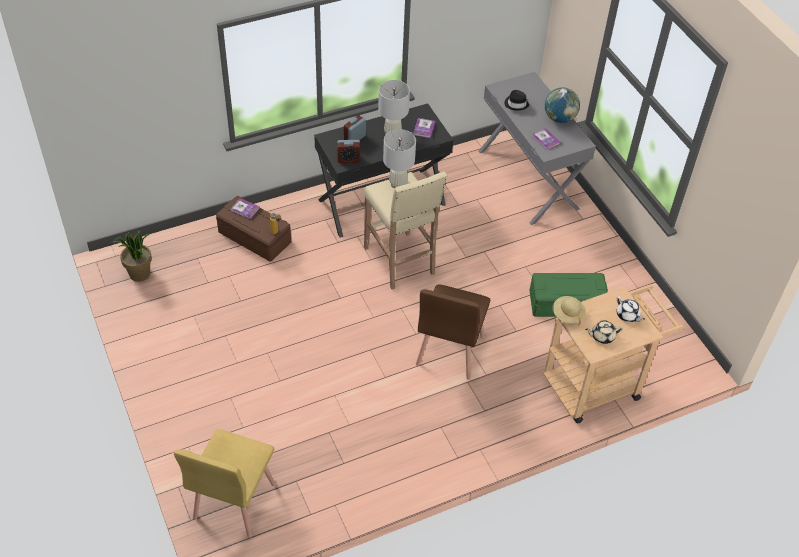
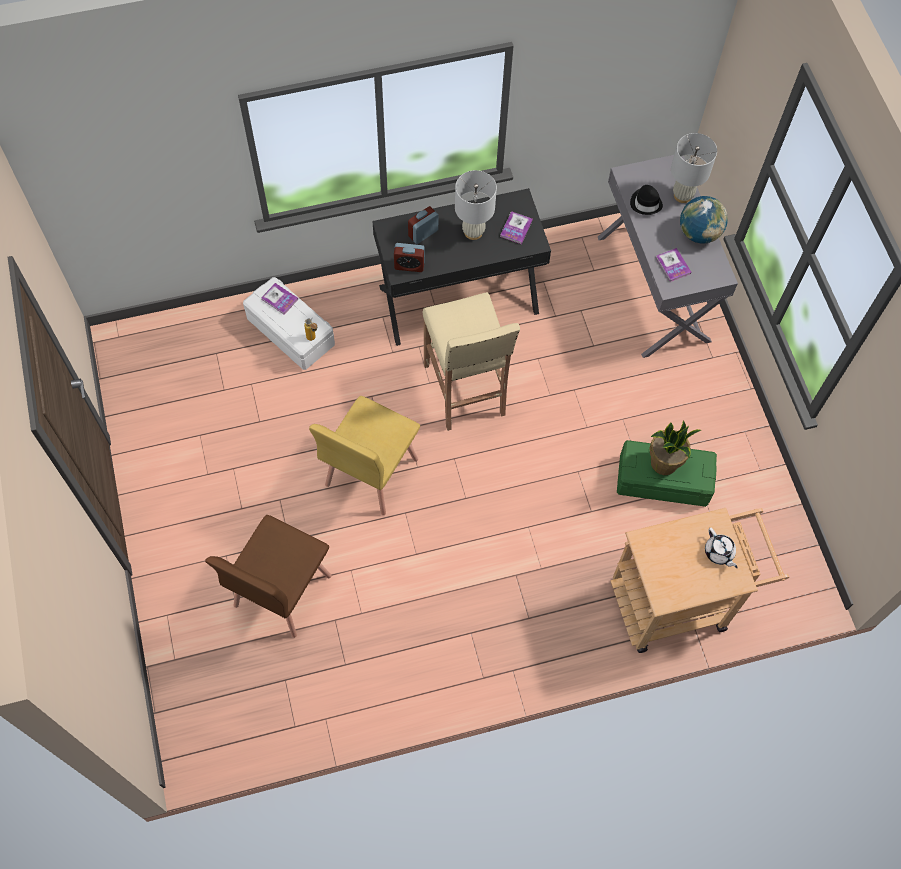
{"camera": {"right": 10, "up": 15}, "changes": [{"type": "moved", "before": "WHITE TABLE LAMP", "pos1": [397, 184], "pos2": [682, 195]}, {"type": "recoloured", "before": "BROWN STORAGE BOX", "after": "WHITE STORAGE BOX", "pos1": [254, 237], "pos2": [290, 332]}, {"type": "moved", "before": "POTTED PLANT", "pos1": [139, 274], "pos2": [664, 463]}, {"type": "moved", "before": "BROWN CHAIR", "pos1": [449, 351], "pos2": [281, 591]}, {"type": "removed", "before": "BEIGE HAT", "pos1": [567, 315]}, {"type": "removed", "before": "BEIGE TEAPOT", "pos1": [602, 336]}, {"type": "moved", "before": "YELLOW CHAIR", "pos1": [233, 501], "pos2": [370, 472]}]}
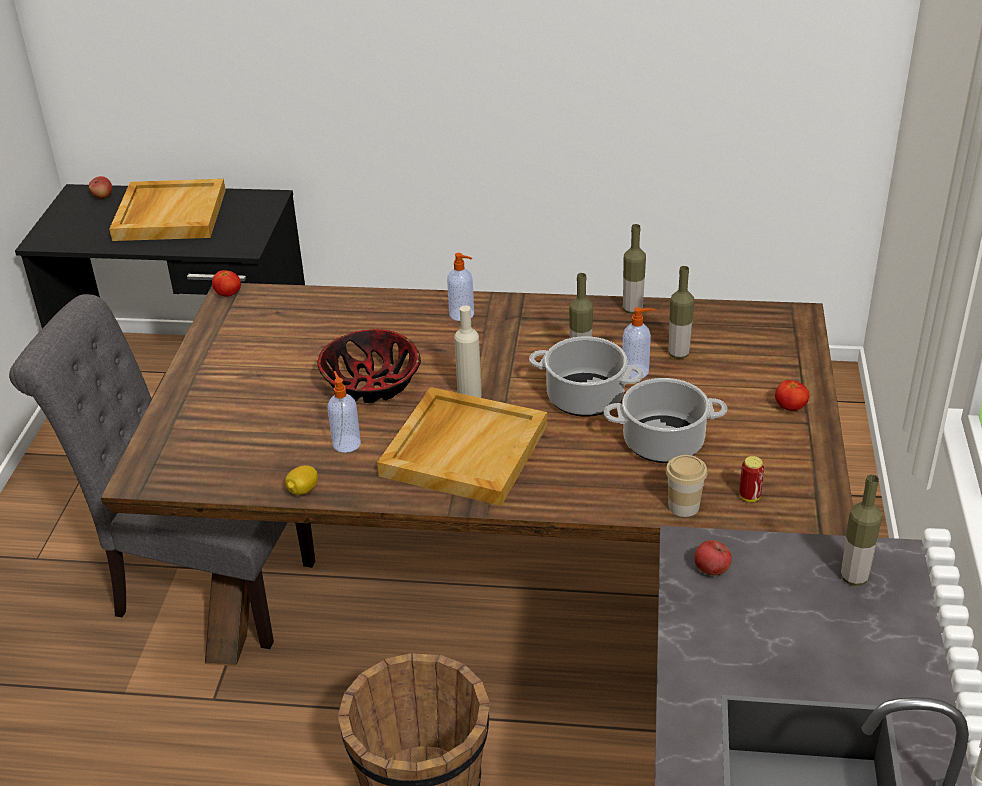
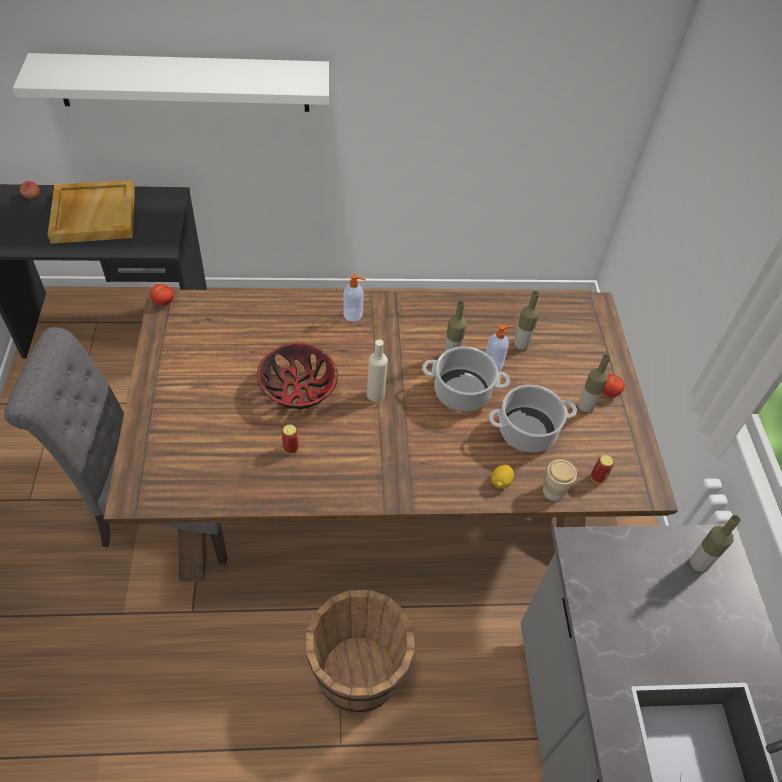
{"camera": {"right": -15, "up": 15}, "changes": [{"type": "moved", "before": "BOTTLE", "pos1": [632, 309], "pos2": [585, 407]}, {"type": "replaced", "before": "SOAP DISPENSER", "after": "CAN", "pos1": [346, 443], "pos2": [291, 448]}, {"type": "removed", "before": "BEIGE TRAY", "pos1": [464, 449]}, {"type": "moved", "before": "LEMON", "pos1": [303, 490], "pos2": [500, 482]}, {"type": "removed", "before": "APPLE", "pos1": [711, 570]}, {"type": "added", "after": "WHITE SHELF", "pos2": [184, 83]}]}
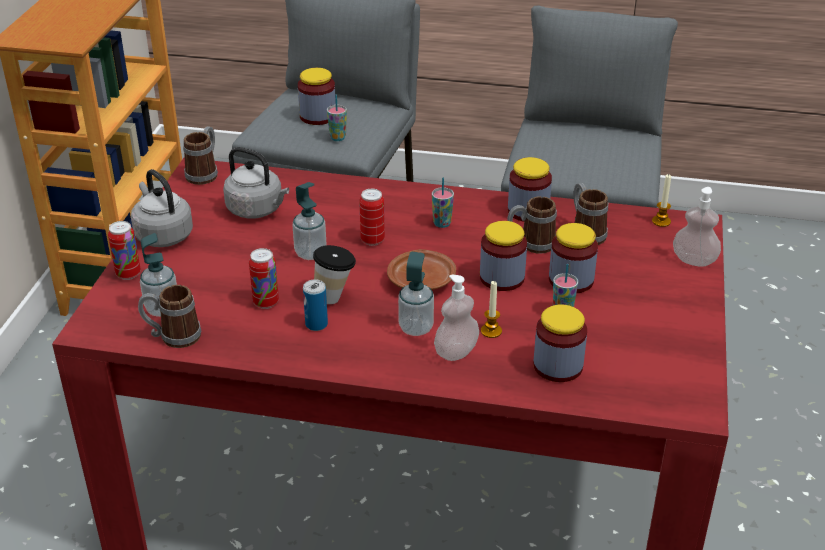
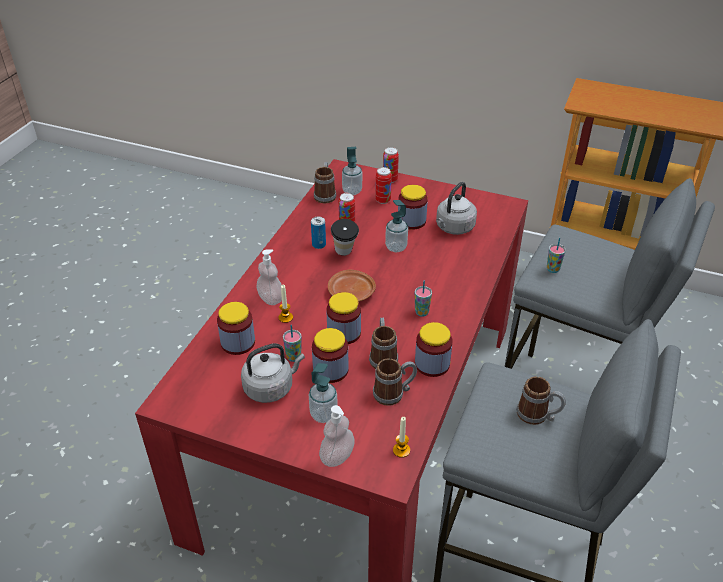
{"camera": {"right": 100, "up": 5}, "changes": [{"type": "moved", "before": "JAR", "pos1": [318, 116], "pos2": [411, 221]}, {"type": "moved", "before": "MUG", "pos1": [205, 173], "pos2": [538, 415]}, {"type": "moved", "before": "GREY KETTLE", "pos1": [162, 235], "pos2": [271, 387]}, {"type": "moved", "before": "CAN", "pos1": [372, 240], "pos2": [383, 200]}, {"type": "moved", "before": "SOAP DISPENSER", "pos1": [416, 328], "pos2": [323, 414]}]}
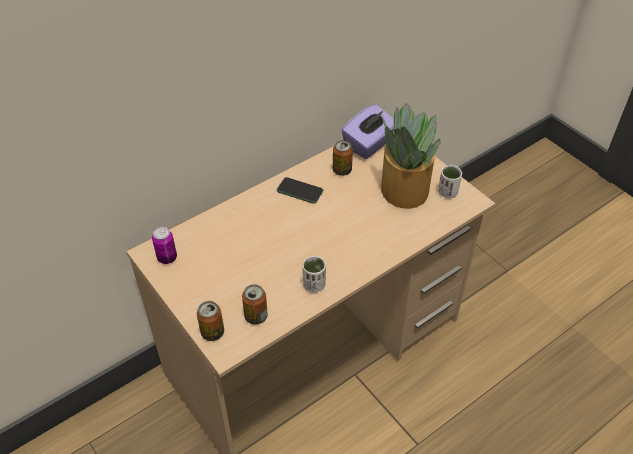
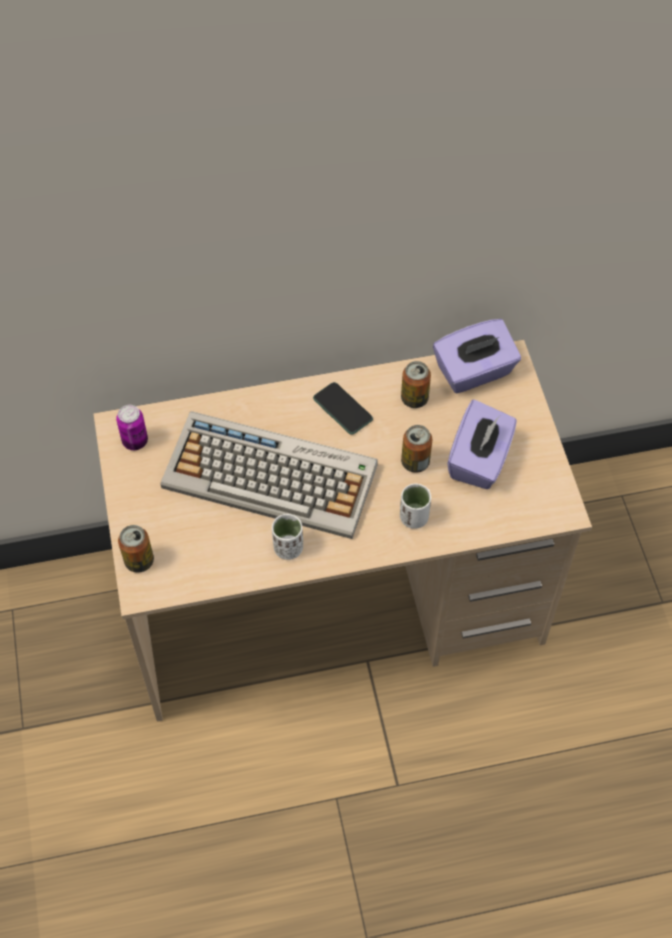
{"camera": {"right": 25, "up": 10}, "changes": [{"type": "replaced", "before": "POTTED PLANT", "after": "PURPLE TISSUE BOX", "pos1": [404, 190], "pos2": [479, 460]}, {"type": "moved", "before": "WHITE CUP", "pos1": [447, 193], "pos2": [414, 517]}, {"type": "moved", "before": "CAN", "pos1": [256, 316], "pos2": [415, 462]}, {"type": "added", "after": "KEYBOARD", "pos2": [272, 476]}]}
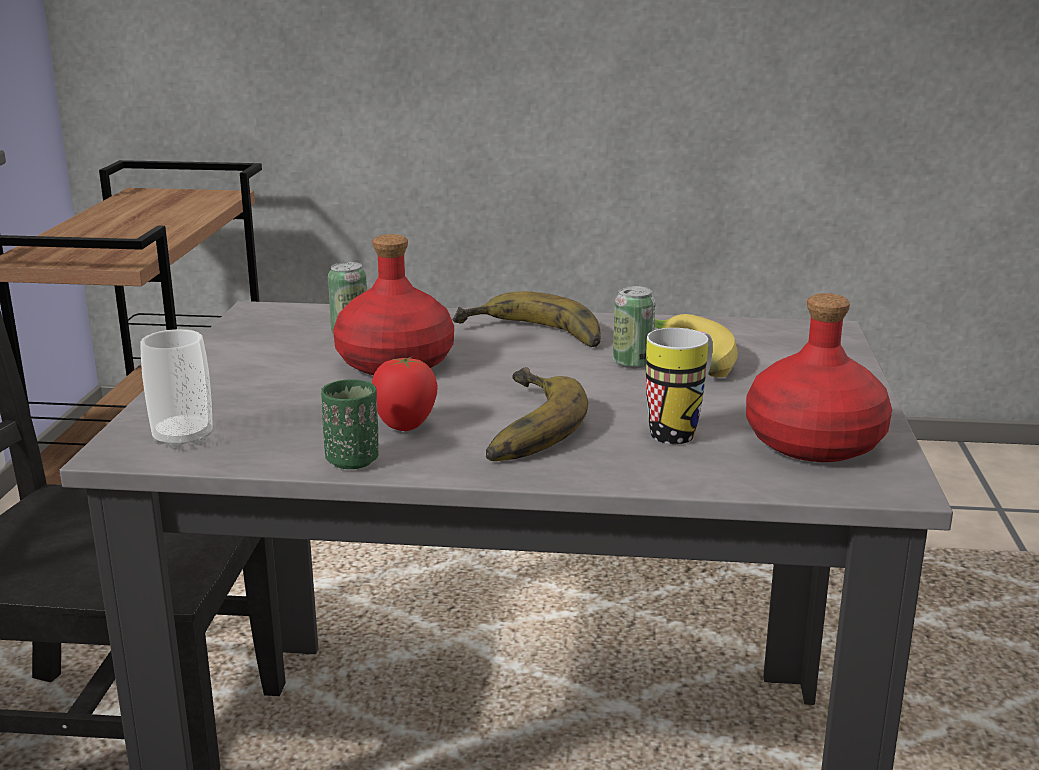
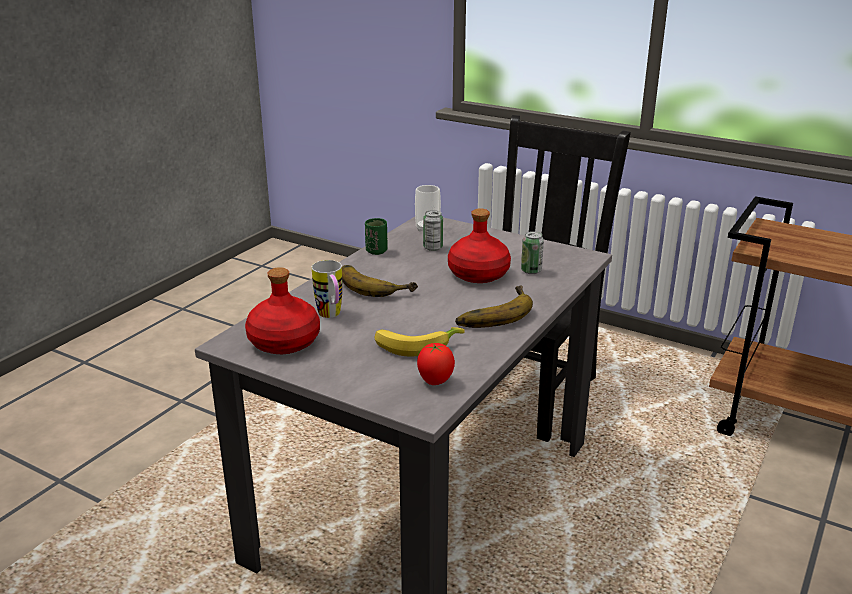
{"camera": {"right": 115, "up": 5}, "changes": [{"type": "moved", "before": "CAN", "pos1": [632, 363], "pos2": [433, 247]}, {"type": "moved", "before": "TOMATO", "pos1": [404, 427], "pos2": [435, 382]}]}
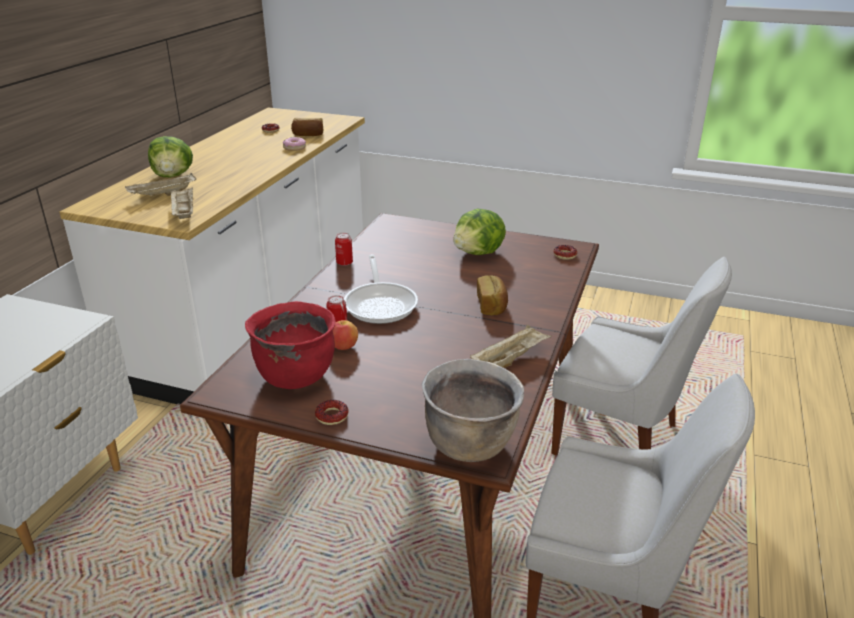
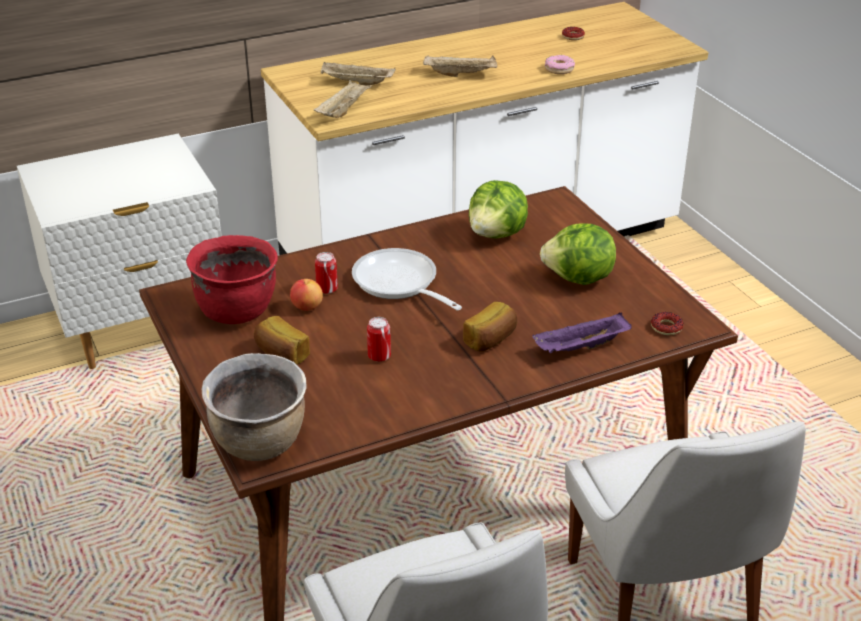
{"camera": {"right": 45, "up": 5}, "changes": [{"type": "moved", "before": "BREAD", "pos1": [308, 135], "pos2": [281, 354]}, {"type": "moved", "before": "LETTUCE", "pos1": [173, 176], "pos2": [497, 234]}, {"type": "moved", "before": "CAN", "pos1": [344, 263], "pos2": [379, 356]}, {"type": "turned", "before": "FRYING PAN", "pos1": [381, 304], "pos2": [399, 284], "turn": 105}, {"type": "moved", "before": "BEIGE TRAY", "pos1": [510, 359], "pos2": [461, 74]}, {"type": "removed", "before": "DONUT", "pos1": [332, 416]}, {"type": "added", "after": "PURPLE TRAY", "pos2": [581, 348]}]}
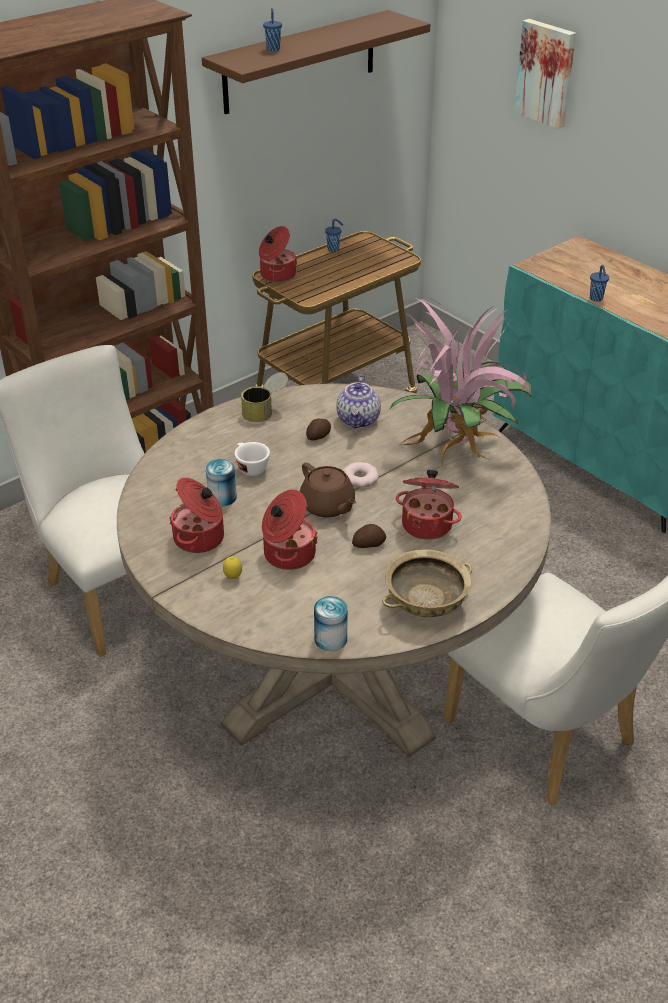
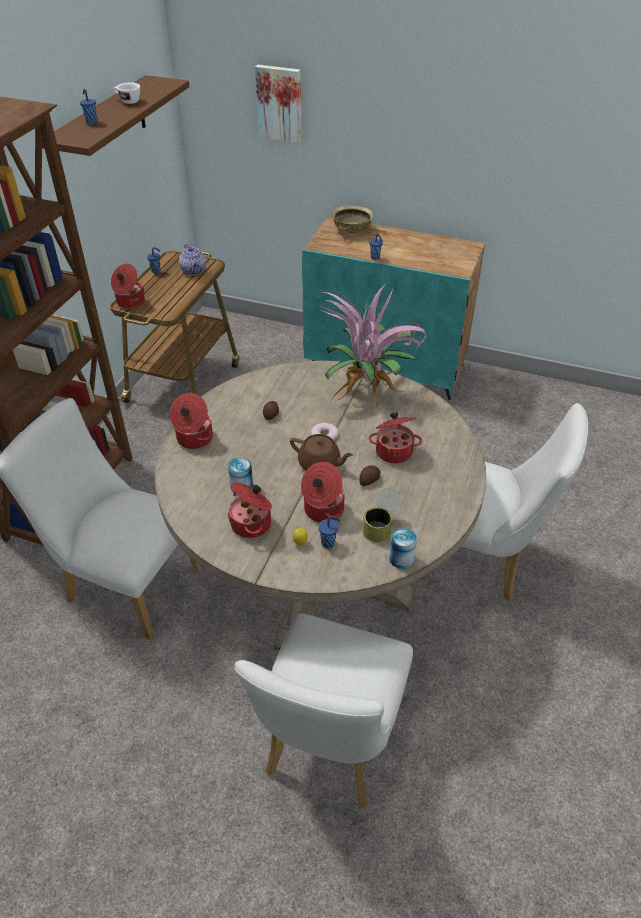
{"camera": {"right": -30, "up": 5}, "changes": [{"type": "moved", "before": "CAN", "pos1": [265, 411], "pos2": [380, 526]}, {"type": "moved", "before": "TEAPOT", "pos1": [359, 420], "pos2": [194, 270]}, {"type": "moved", "before": "WHITE CUP", "pos1": [250, 467], "pos2": [127, 101]}, {"type": "moved", "before": "BEIGE BOWL", "pos1": [426, 602], "pos2": [352, 230]}, {"type": "added", "after": "COOKING POT", "pos2": [193, 438]}, {"type": "added", "after": "BLUE CUP", "pos2": [329, 543]}, {"type": "added", "after": "WHITE CHAIR", "pos2": [329, 746]}]}
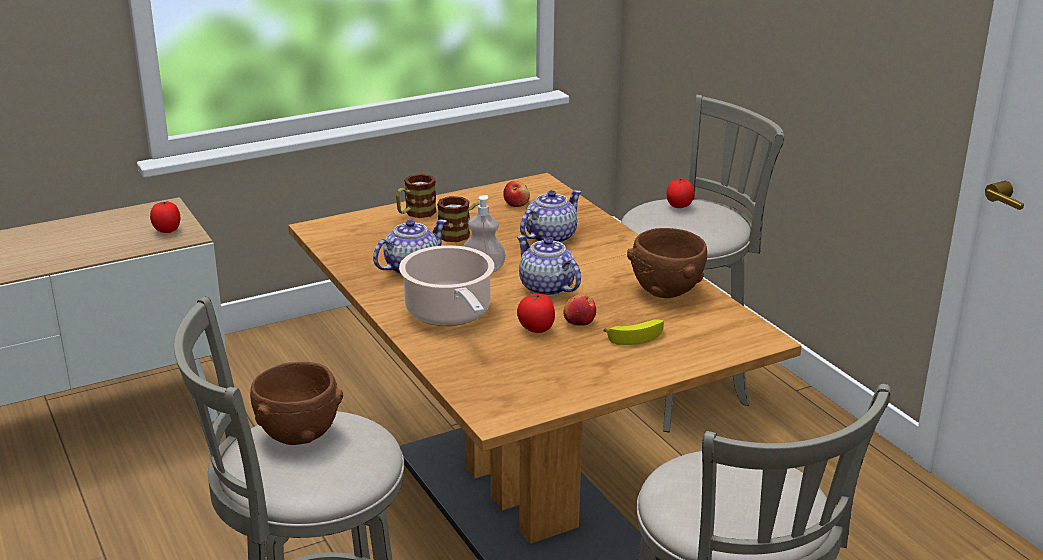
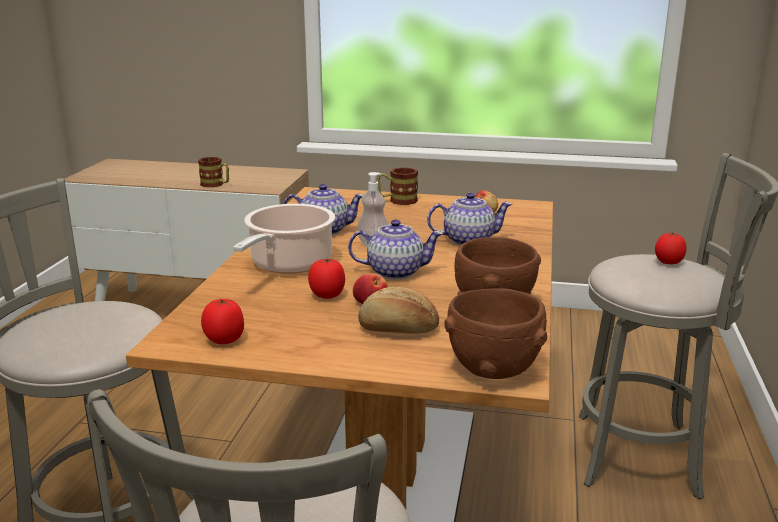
{"camera": {"right": 40, "up": -5}, "changes": [{"type": "moved", "before": "MUG", "pos1": [461, 234], "pos2": [216, 185]}, {"type": "moved", "before": "TOMATO", "pos1": [167, 230], "pos2": [224, 340]}, {"type": "turned", "before": "TEAPOT", "pos1": [547, 288], "pos2": [394, 272], "turn": 90}, {"type": "replaced", "before": "BANANA", "after": "BREAD", "pos1": [637, 336], "pos2": [398, 330]}, {"type": "moved", "before": "BROWN BOWL", "pos1": [299, 434], "pos2": [494, 369]}]}
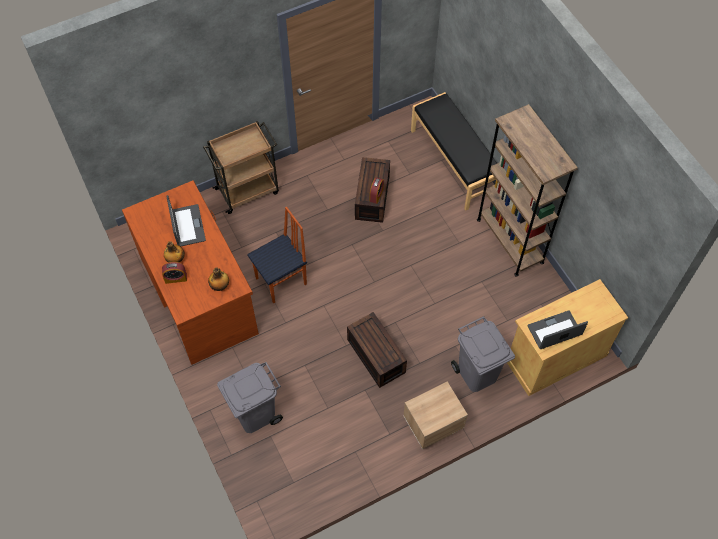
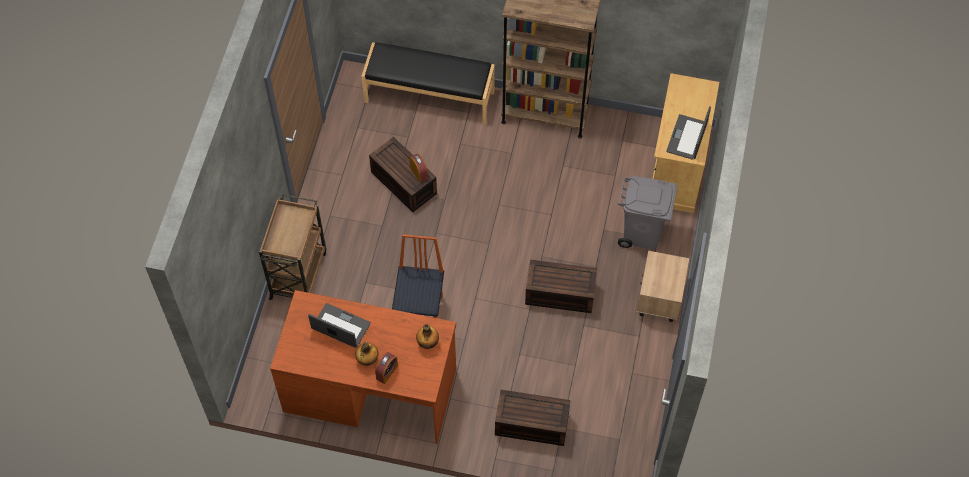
{"camera": {"right": -50, "up": 0}, "changes": [{"type": "replaced", "before": "GREY TRASH CAN", "after": "BROWN STORAGE BOX", "pos1": [255, 413], "pos2": [530, 425]}]}
